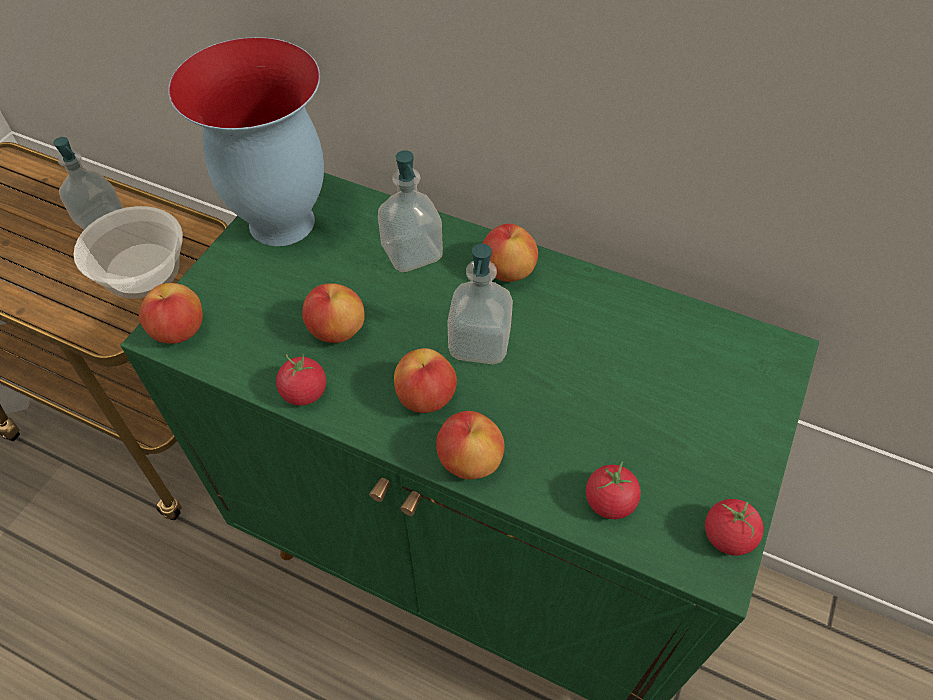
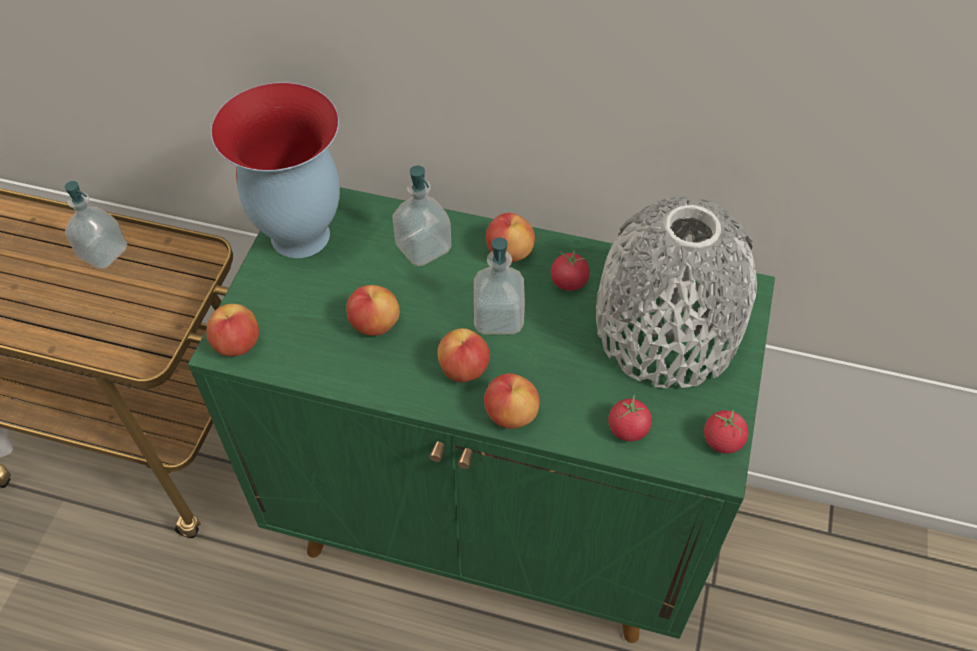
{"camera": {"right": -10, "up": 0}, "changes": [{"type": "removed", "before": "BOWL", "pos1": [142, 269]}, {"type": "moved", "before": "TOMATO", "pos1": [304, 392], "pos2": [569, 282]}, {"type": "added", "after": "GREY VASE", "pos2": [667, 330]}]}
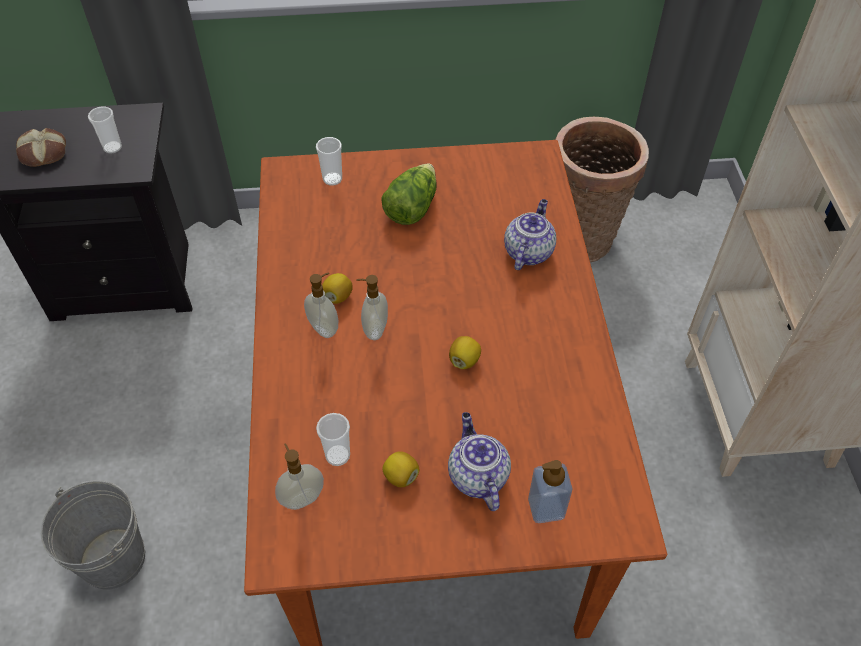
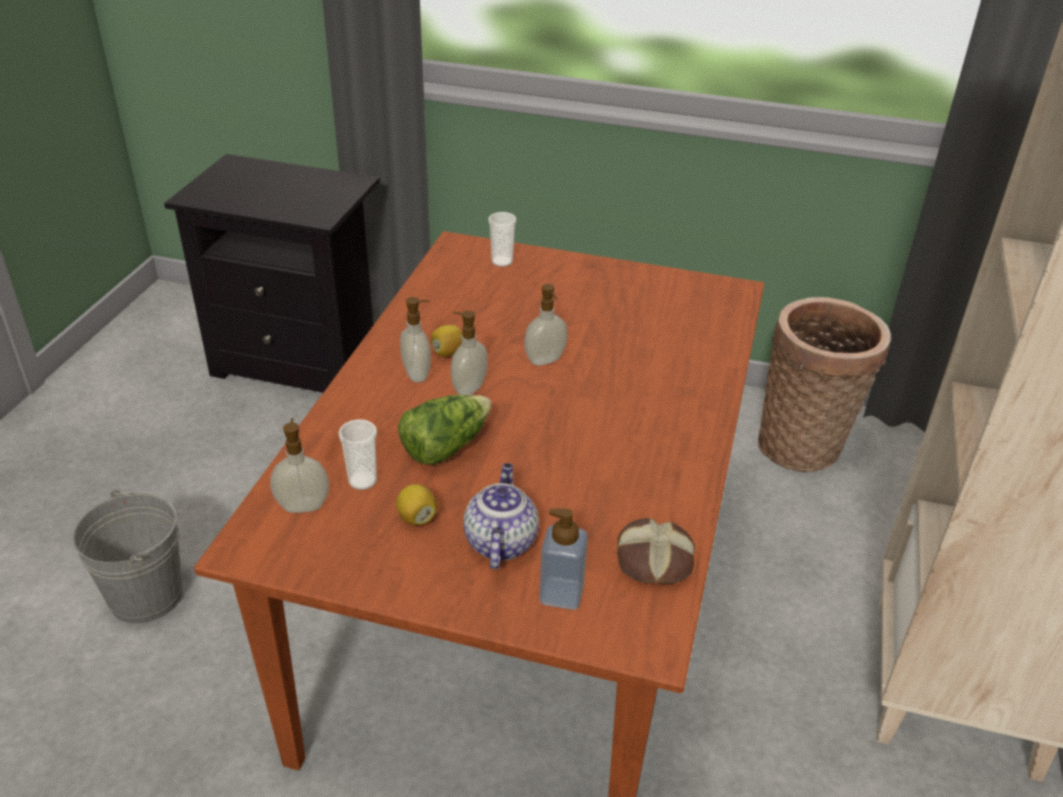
{"camera": {"right": 20, "up": -15}, "changes": [{"type": "removed", "before": "CUP", "pos1": [112, 147]}, {"type": "moved", "before": "BREAD", "pos1": [43, 153], "pos2": [653, 561]}, {"type": "moved", "before": "LETTUCE", "pos1": [411, 207], "pos2": [445, 446]}, {"type": "removed", "before": "TEAPOT", "pos1": [528, 251]}, {"type": "removed", "before": "LEMON", "pos1": [464, 360]}, {"type": "added", "after": "SOAP DISPENSER", "pos2": [545, 360]}]}
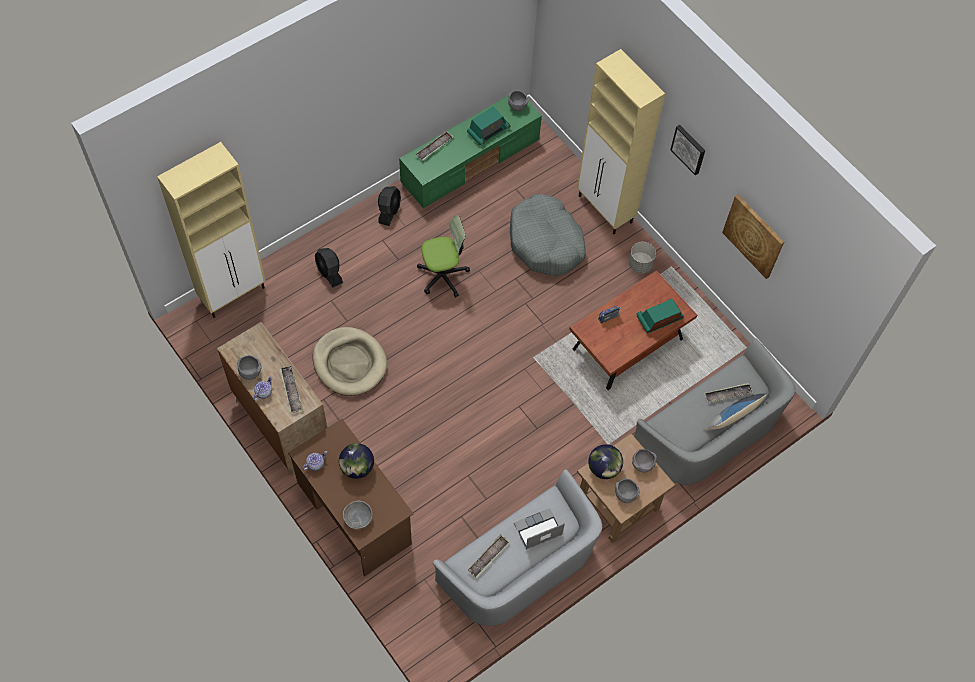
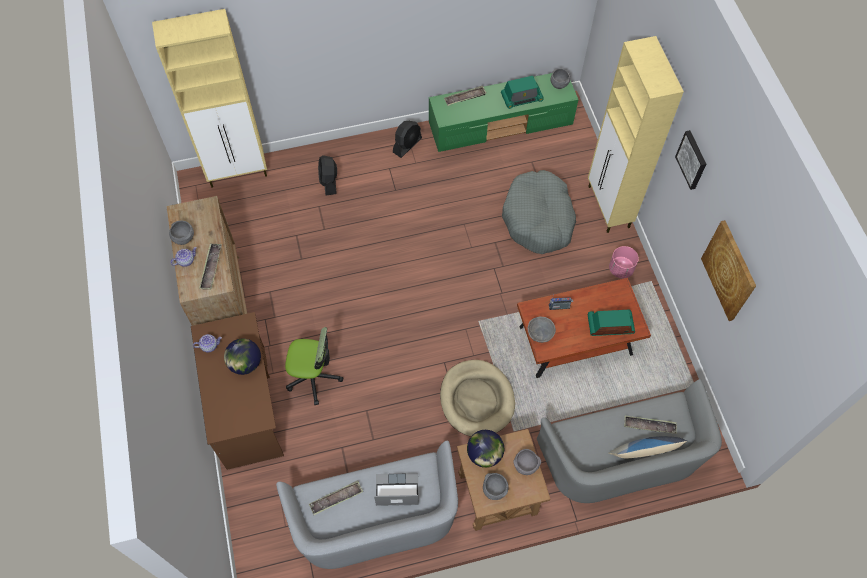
{"camera": {"right": 25, "up": 0}, "changes": [{"type": "moved", "before": "OFFICE CHAIR", "pos1": [443, 275], "pos2": [314, 377]}, {"type": "recoloured", "before": "GREY PLANTER", "after": "PINK PLANTER", "pos1": [640, 264], "pos2": [621, 269]}, {"type": "moved", "before": "BEIGE DOG BED", "pos1": [349, 363], "pos2": [477, 399]}, {"type": "moved", "before": "GREY BOWL", "pos1": [357, 518], "pos2": [540, 333]}]}
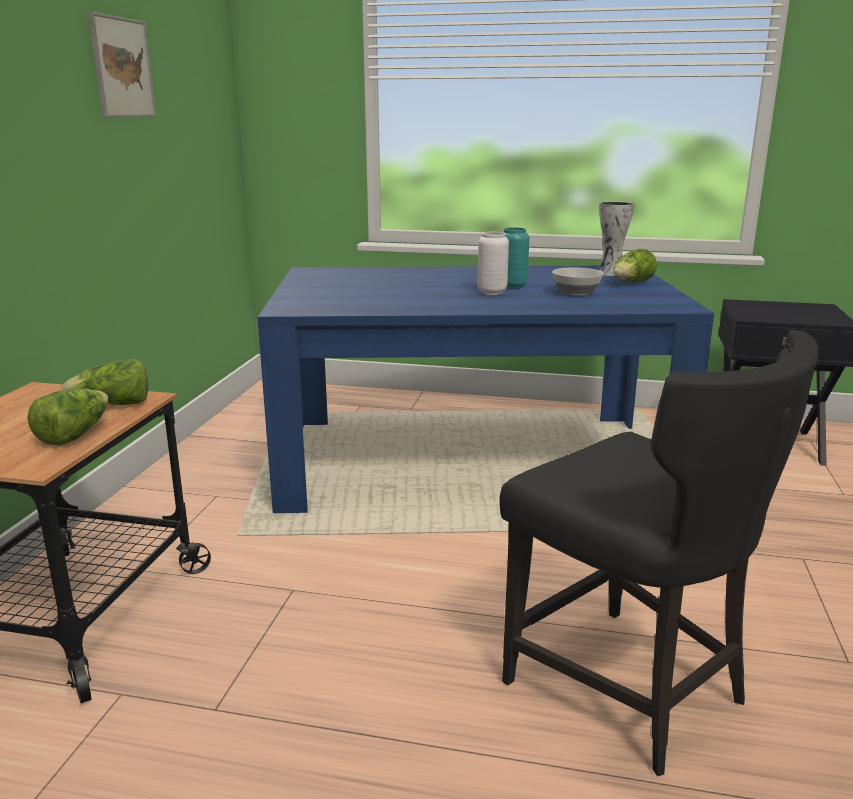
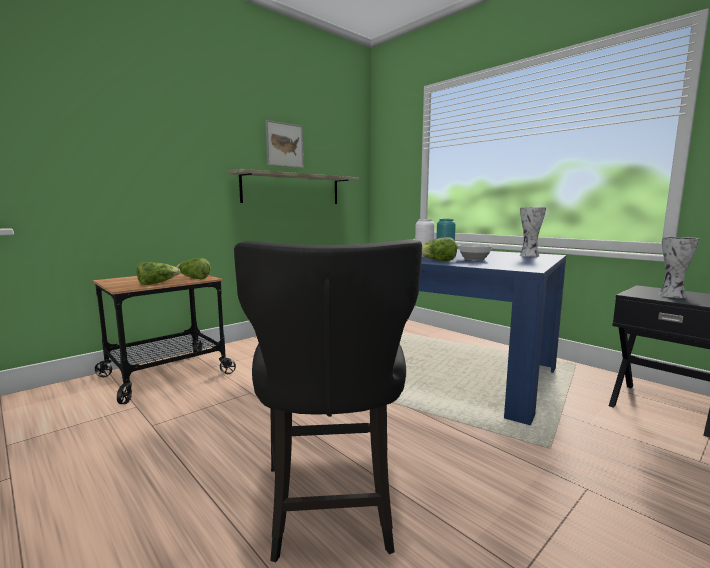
{"camera": {"right": 35, "up": -10}, "changes": [{"type": "moved", "before": "LETTUCE", "pos1": [632, 283], "pos2": [437, 261]}, {"type": "added", "after": "SHELF", "pos2": [292, 189]}, {"type": "added", "after": "VASE", "pos2": [672, 296]}]}
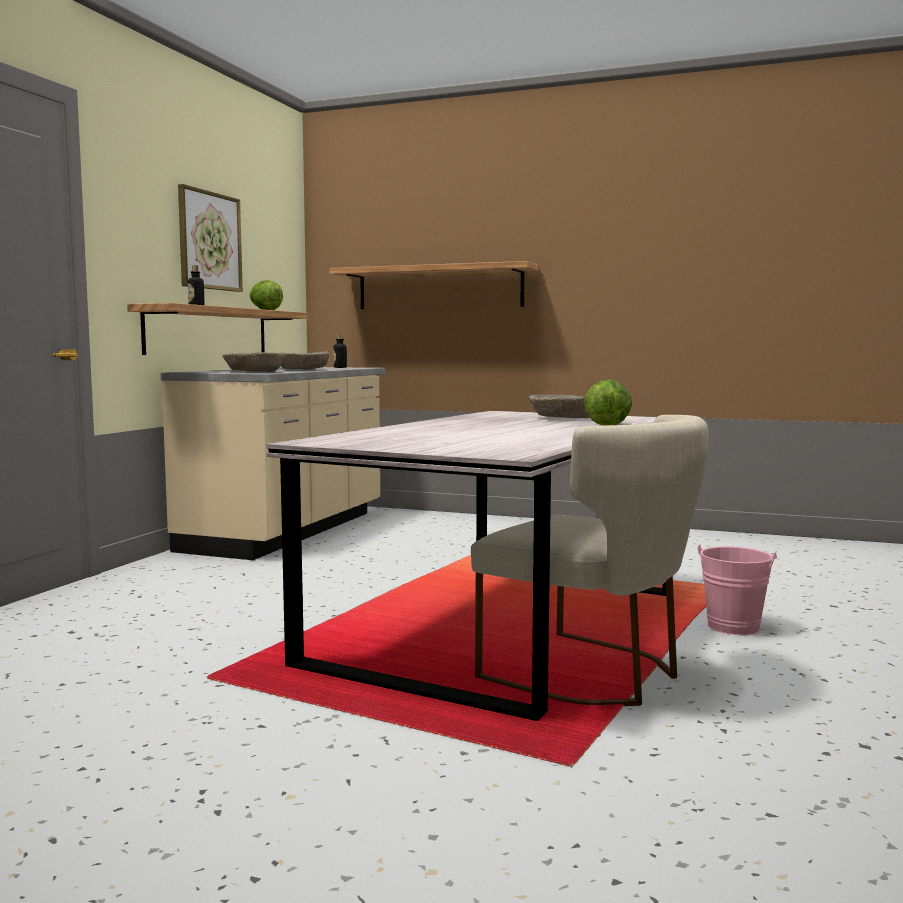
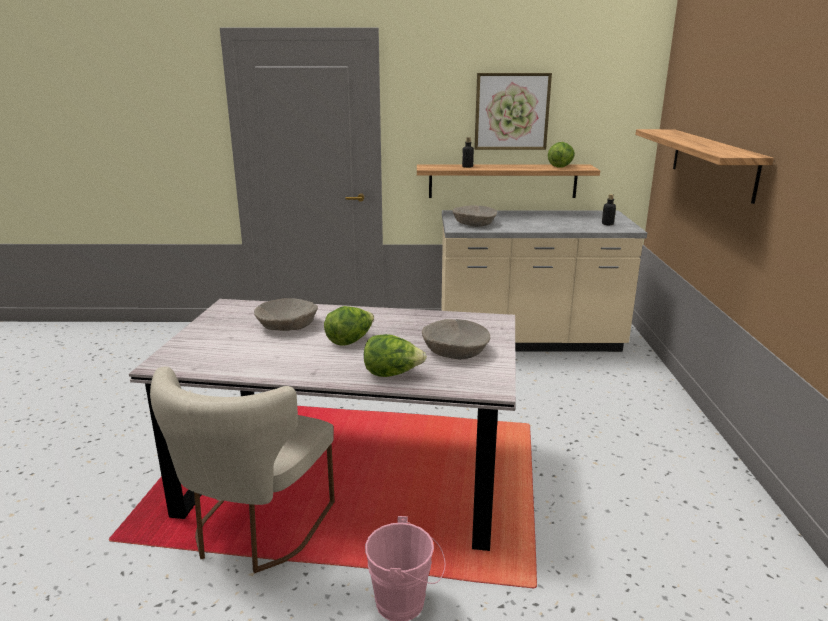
{"camera": {"right": 70, "up": 15}, "changes": [{"type": "moved", "before": "BEIGE BOWL", "pos1": [302, 369], "pos2": [287, 325]}, {"type": "added", "after": "LETTUCE", "pos2": [350, 341]}]}
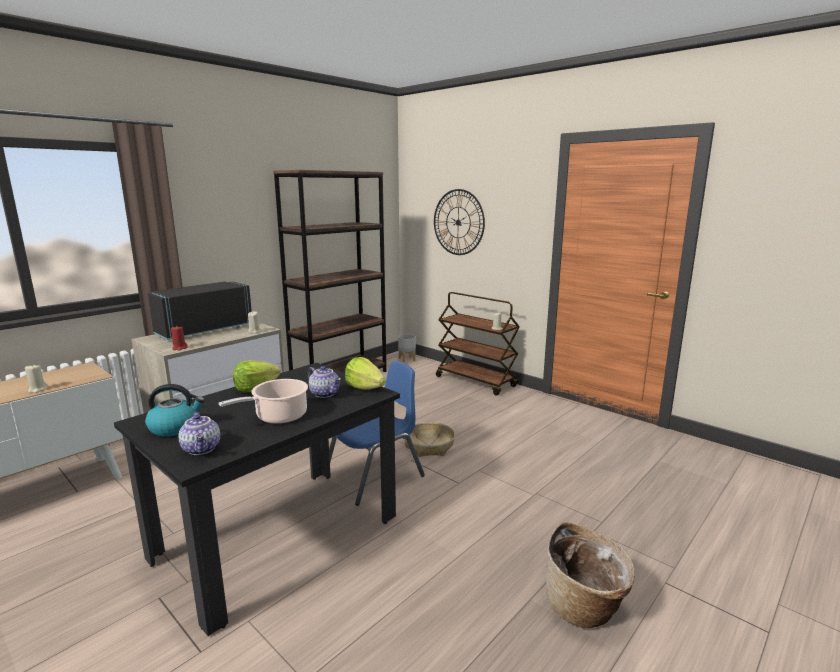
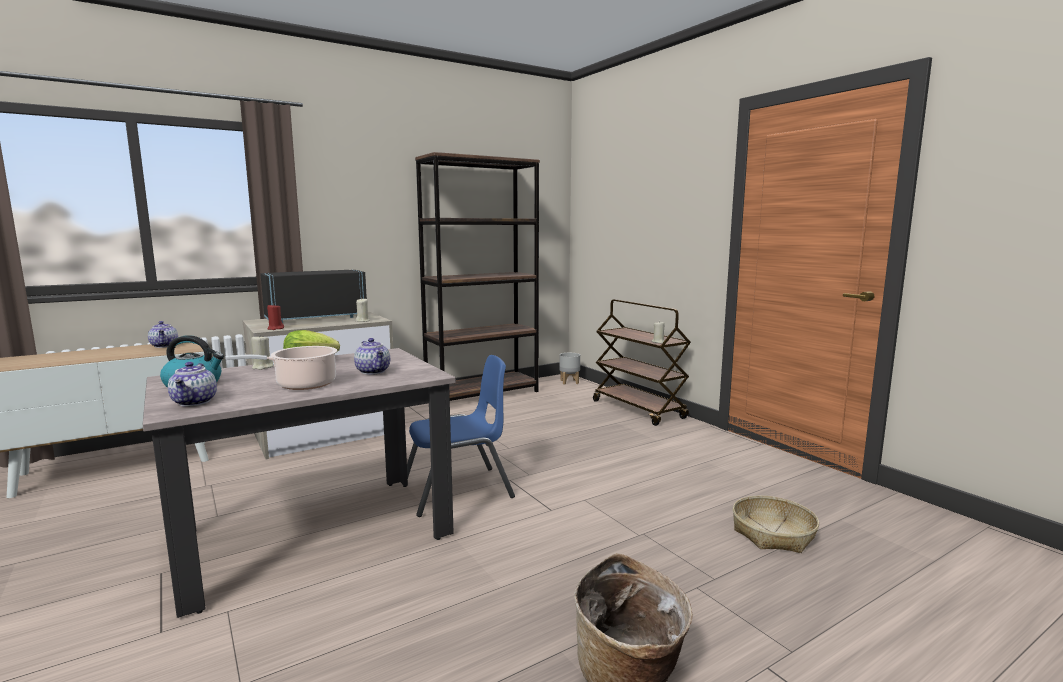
{"camera": {"right": 15, "up": -5}, "changes": [{"type": "removed", "before": "WALL CLOCK", "pos1": [458, 222]}, {"type": "removed", "before": "LETTUCE", "pos1": [365, 388]}, {"type": "recoloured", "before": "BLACK DINING TABLE", "after": "BEIGE DINING TABLE", "pos1": [278, 537], "pos2": [314, 536]}, {"type": "moved", "before": "BEIGE CANDLE", "pos1": [37, 389], "pos2": [262, 367]}, {"type": "moved", "before": "BASKET", "pos1": [429, 446], "pos2": [773, 534]}, {"type": "added", "after": "TEAPOT", "pos2": [165, 346]}]}
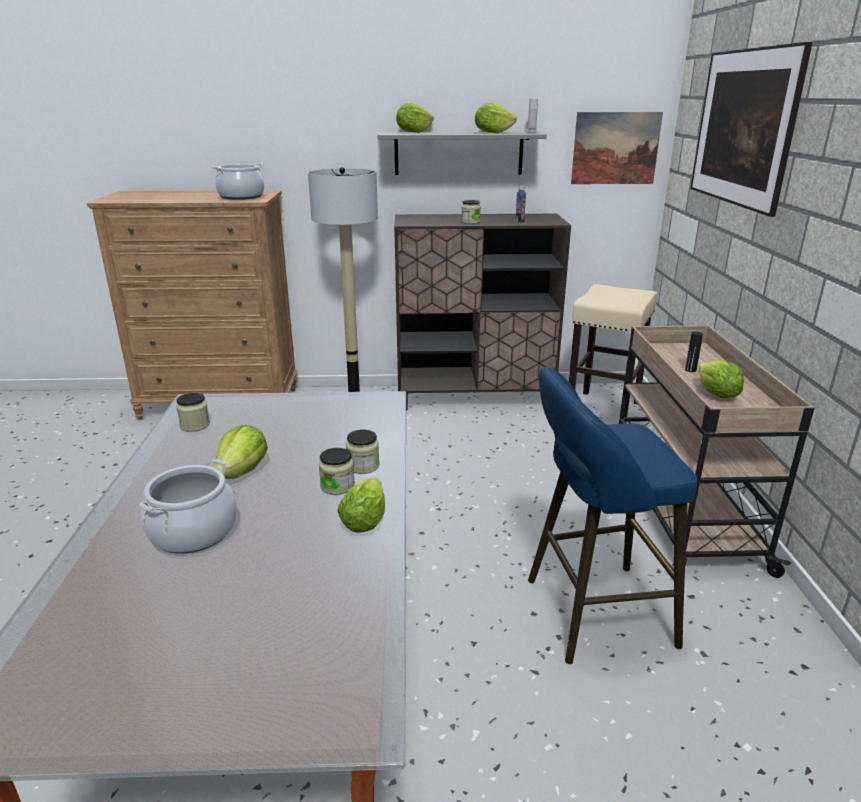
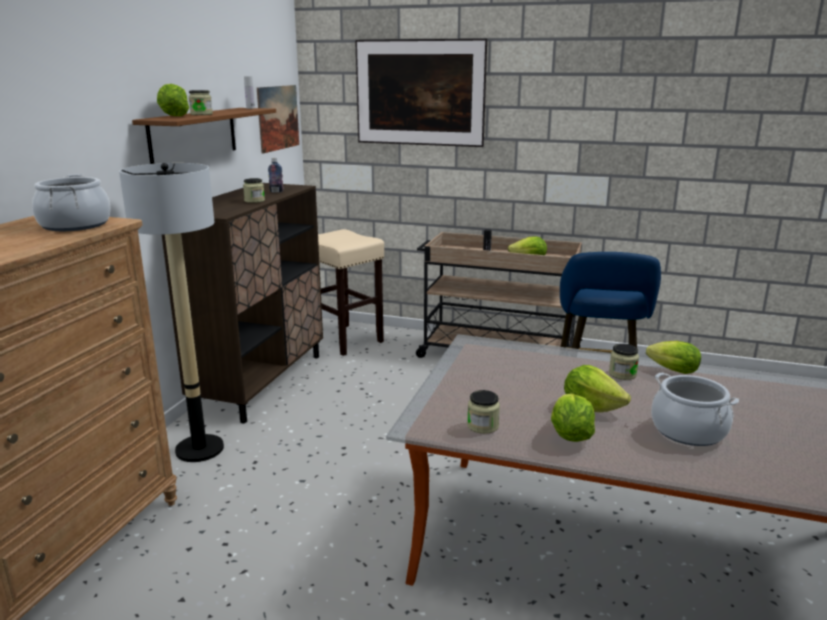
{"camera": {"right": -70, "up": -5}, "changes": [{"type": "moved", "before": "LETTUCE", "pos1": [492, 133], "pos2": [570, 435]}, {"type": "recoloured", "before": "GREY SHELF", "after": "BROWN SHELF", "pos1": [458, 153], "pos2": [194, 135]}, {"type": "moved", "before": "JAR", "pos1": [363, 466], "pos2": [201, 114]}]}
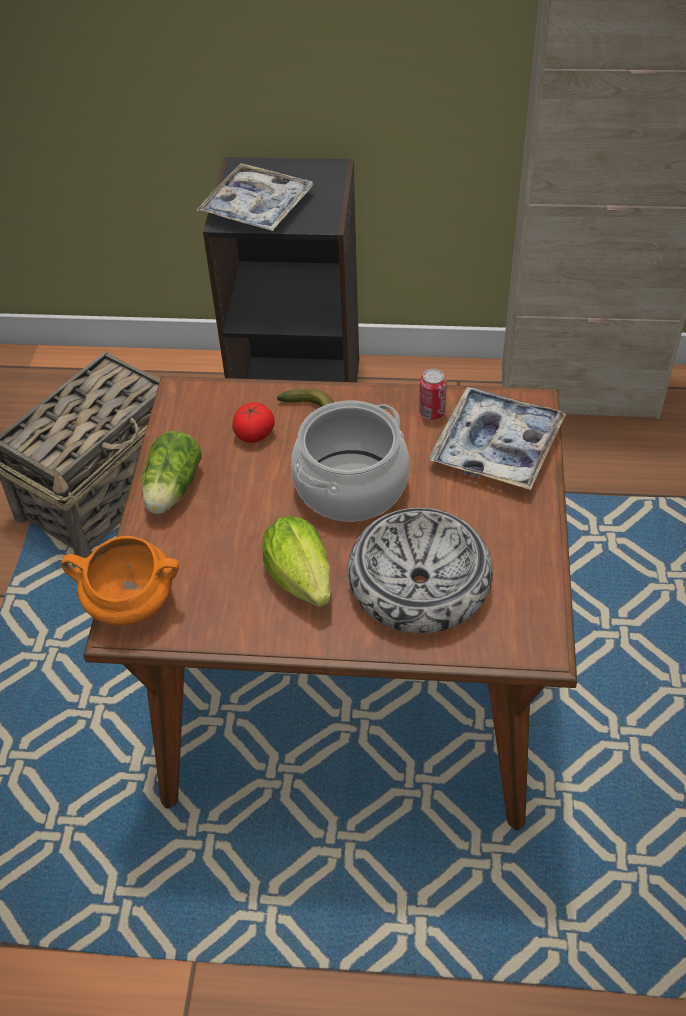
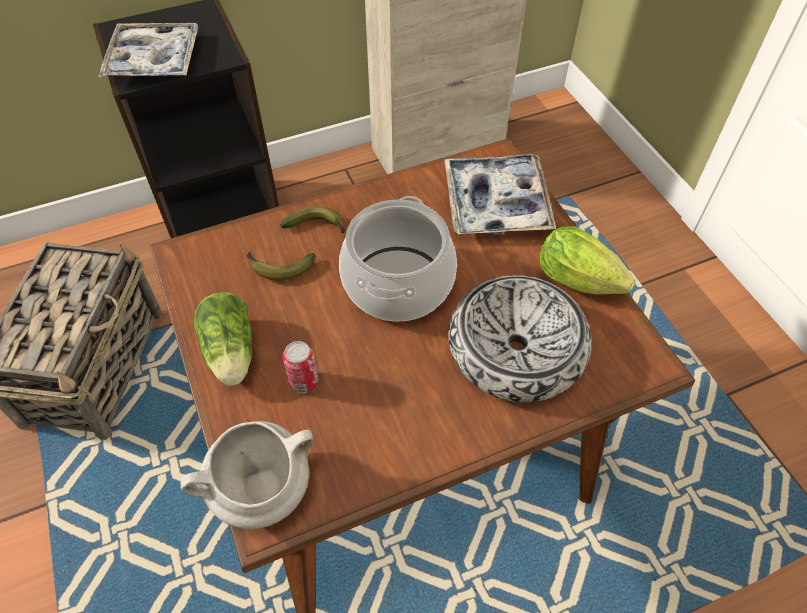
{"camera": {"right": -30, "up": 5}, "changes": [{"type": "moved", "before": "CAN", "pos1": [432, 412], "pos2": [304, 382]}, {"type": "replaced", "before": "TOMATO", "after": "BANANA", "pos1": [254, 434], "pos2": [278, 268]}, {"type": "moved", "before": "LETTUCE", "pos1": [303, 583], "pos2": [582, 282]}, {"type": "recoloured", "before": "ORANGE COOKING POT", "after": "WHITE COOKING POT", "pos1": [129, 604], "pos2": [260, 491]}]}
